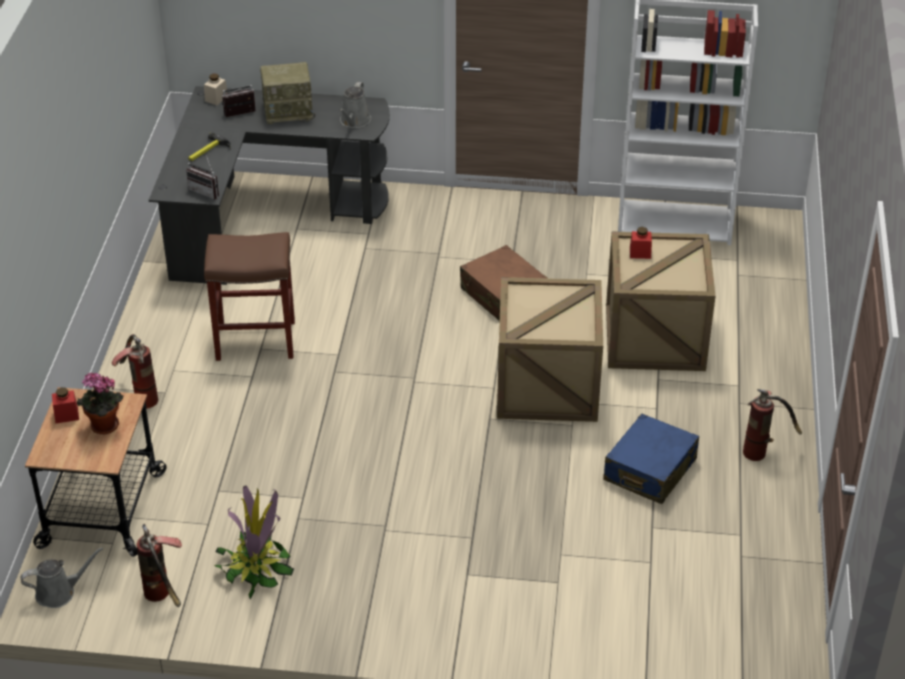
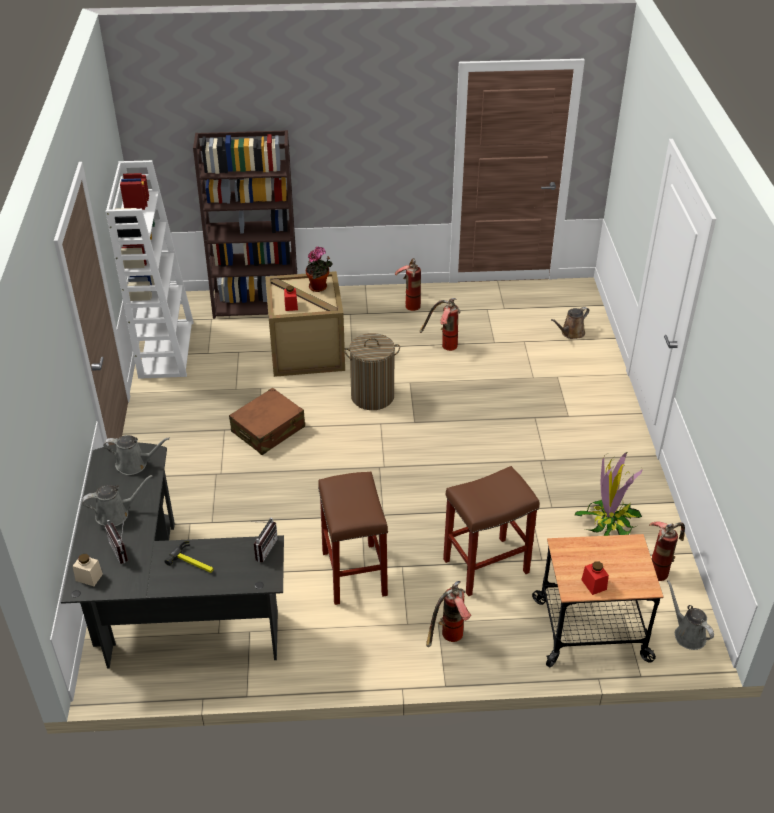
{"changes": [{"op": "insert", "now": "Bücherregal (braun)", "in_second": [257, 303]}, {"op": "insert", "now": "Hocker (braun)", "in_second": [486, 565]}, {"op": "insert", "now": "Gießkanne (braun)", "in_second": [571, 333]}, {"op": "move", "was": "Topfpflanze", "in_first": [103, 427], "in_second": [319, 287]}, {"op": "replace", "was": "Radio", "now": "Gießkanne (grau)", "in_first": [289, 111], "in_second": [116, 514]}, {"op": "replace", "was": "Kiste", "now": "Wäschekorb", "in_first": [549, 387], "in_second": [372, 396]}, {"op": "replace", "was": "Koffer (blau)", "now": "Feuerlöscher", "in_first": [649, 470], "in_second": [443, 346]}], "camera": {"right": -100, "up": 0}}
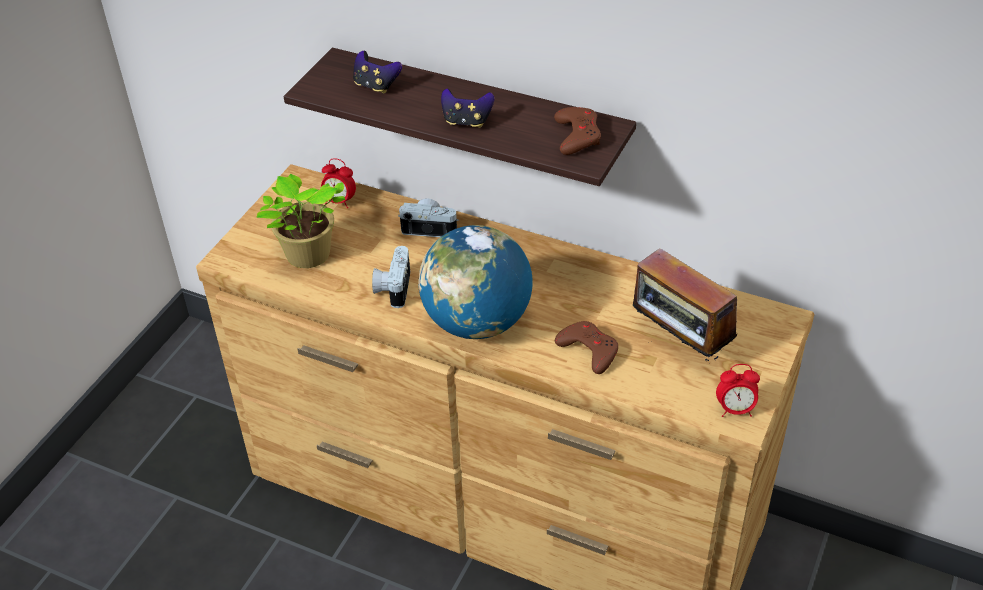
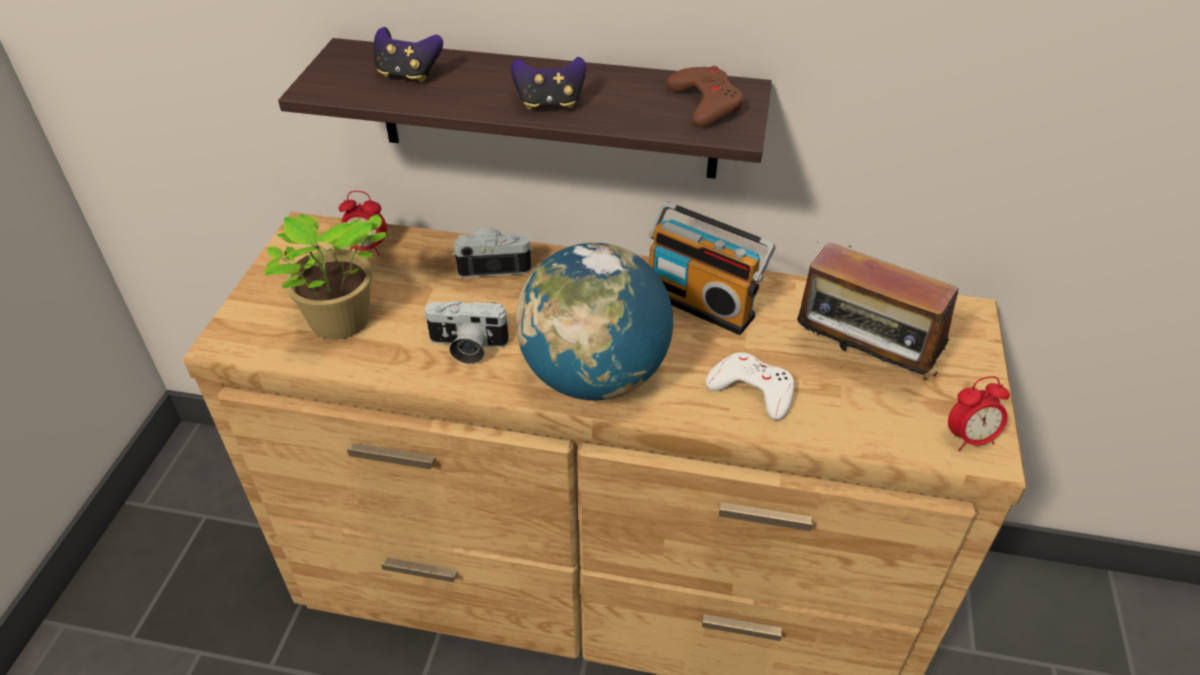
{"changes": [{"op": "insert", "now": "Radio", "in_second": [702, 302]}, {"op": "recolor", "was": "Gamepad (braun)", "now": "Gamepad (weiß)", "in_first": [589, 350], "in_second": [752, 390]}, {"op": "rotate", "was": "Kamera", "in_first": [392, 287], "in_second": [467, 347], "clockwise": -75}], "camera": {"right": -15, "up": 0}}
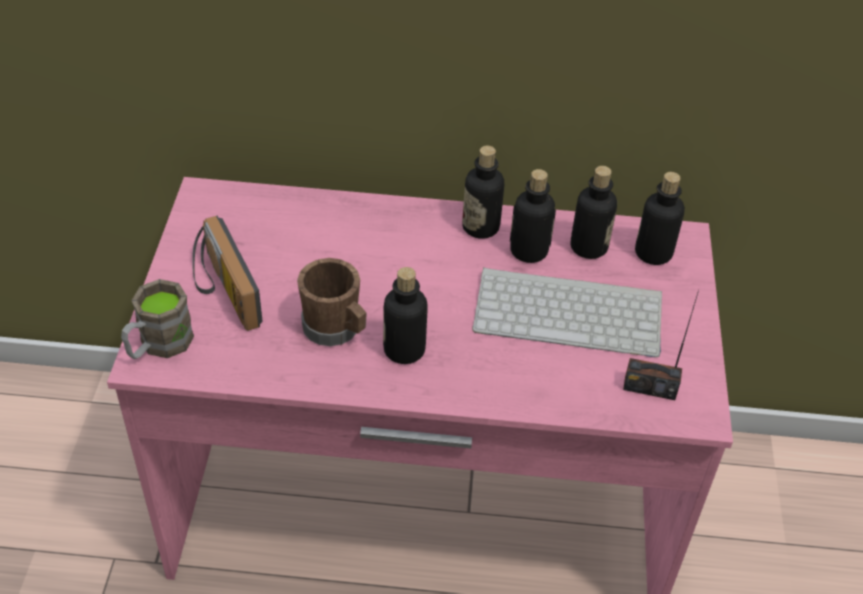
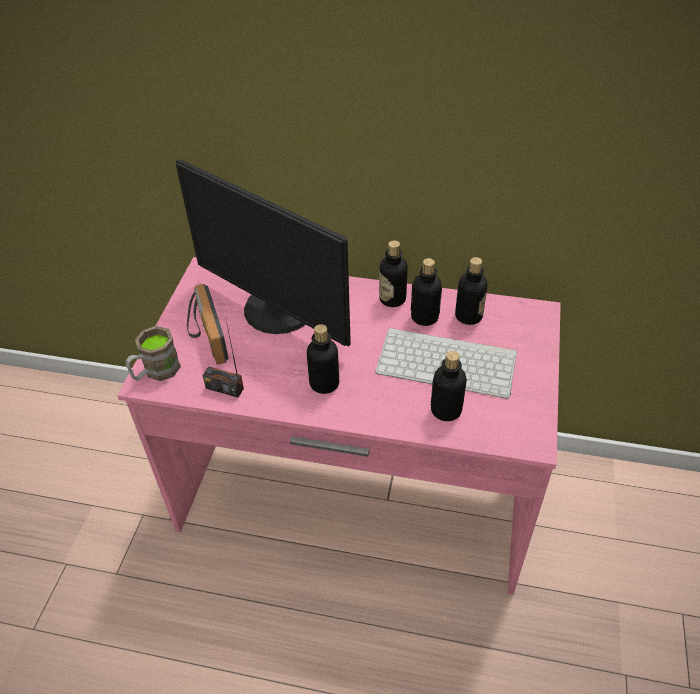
{"changes": [{"op": "delete", "was": "Henkelbecher (braun)", "in_first": [336, 329]}, {"op": "insert", "now": "Monitor", "in_second": [277, 311]}, {"op": "move", "was": "Radio", "in_first": [650, 388], "in_second": [224, 388]}, {"op": "move", "was": "Flasche", "in_first": [653, 253], "in_second": [446, 410]}], "camera": {"right": 10, "up": 0}}
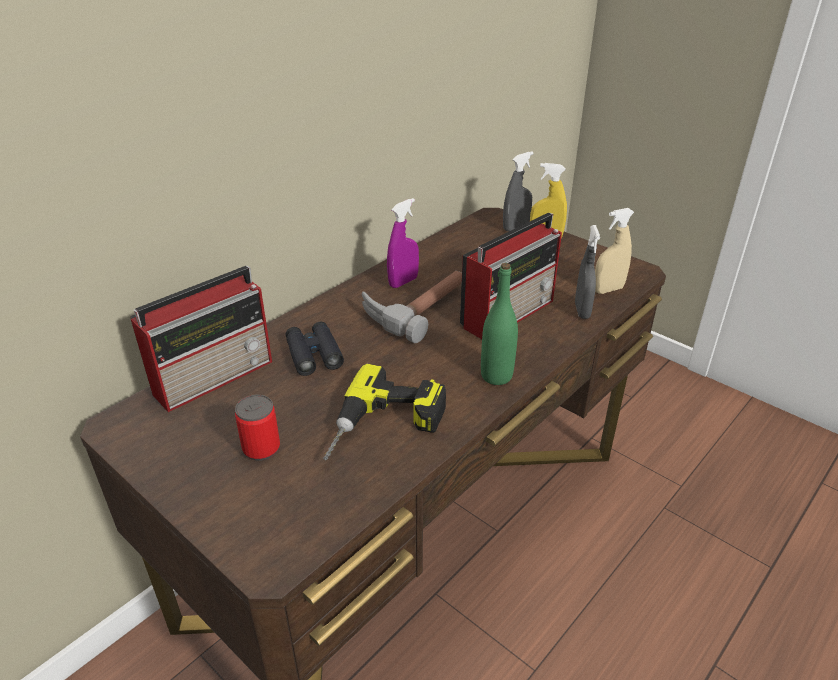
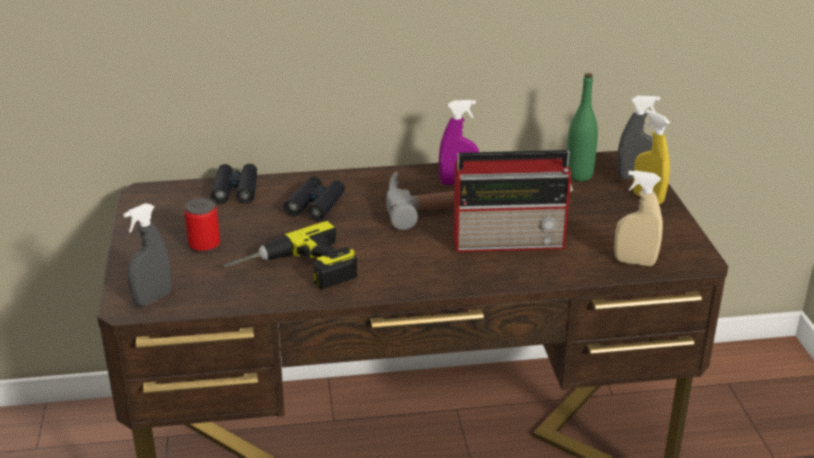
{"changes": [{"op": "move", "was": "Flasche (grün)", "in_first": [496, 376], "in_second": [579, 175]}, {"op": "move", "was": "Sprühflasche (grau)", "in_first": [582, 311], "in_second": [153, 299]}, {"op": "replace", "was": "Radio", "now": "Fernglas (schwarz)", "in_first": [216, 375], "in_second": [235, 190]}], "camera": {"right": 40, "up": -5}}
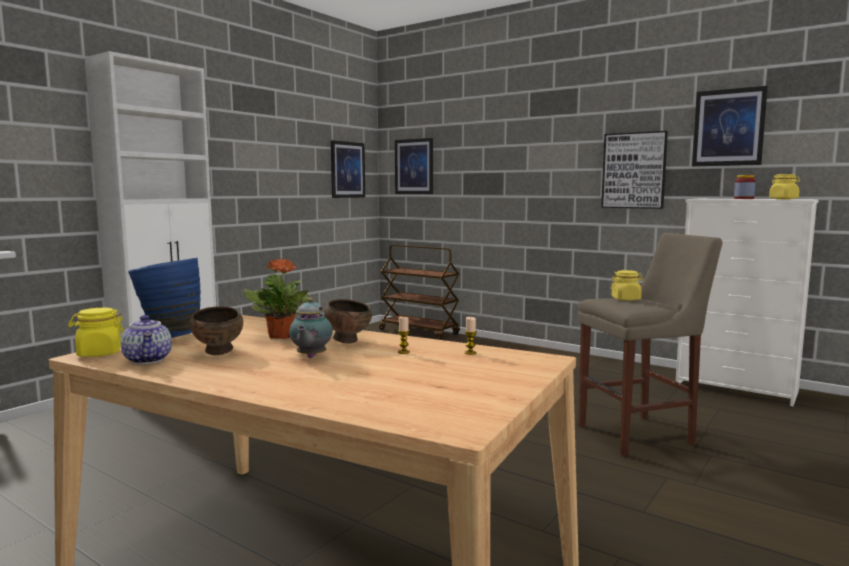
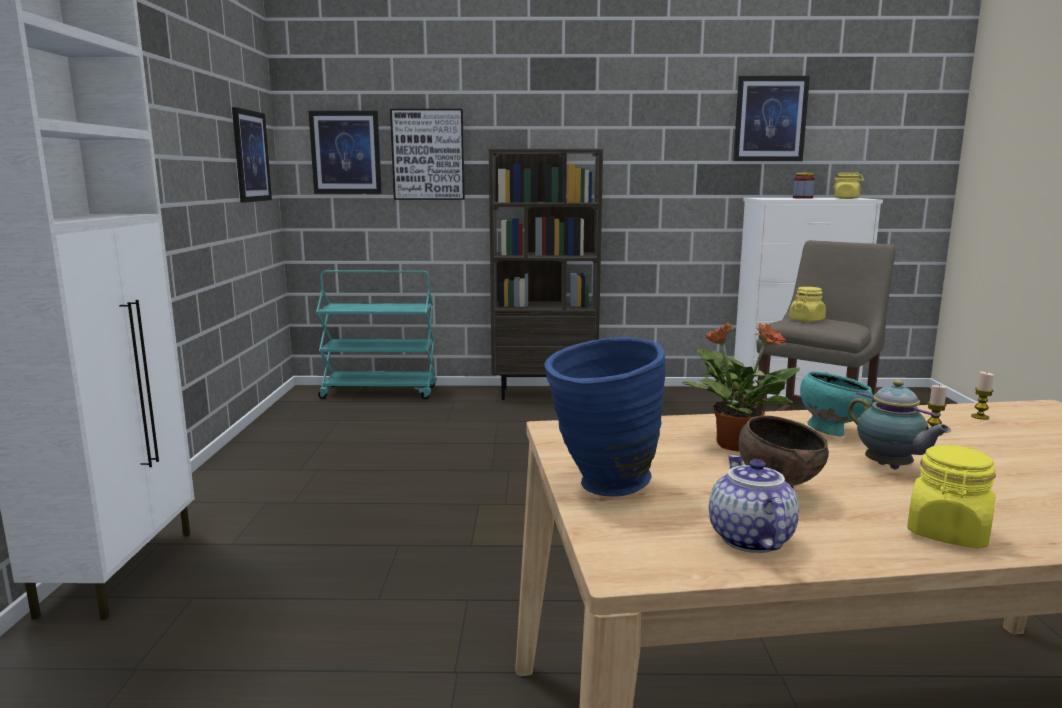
{"changes": [{"op": "insert", "now": "Bücherregal (braun)", "in_second": [545, 393]}, {"op": "move", "was": "Vorratsglas (gelb)", "in_first": [99, 353], "in_second": [947, 533]}, {"op": "move", "was": "Bild", "in_first": [634, 170], "in_second": [428, 155]}, {"op": "recolor", "was": "Schüssel (braun)", "now": "Schüssel (türkis)", "in_first": [348, 341], "in_second": [830, 432]}, {"op": "recolor", "was": "Rollwagen (braun)", "now": "Rollwagen (türkis)", "in_first": [419, 332], "in_second": [380, 392]}, {"op": "rotate", "was": "Teekanne", "in_first": [149, 360], "in_second": [748, 539], "clockwise": -120}], "camera": {"right": -35, "up": 5}}
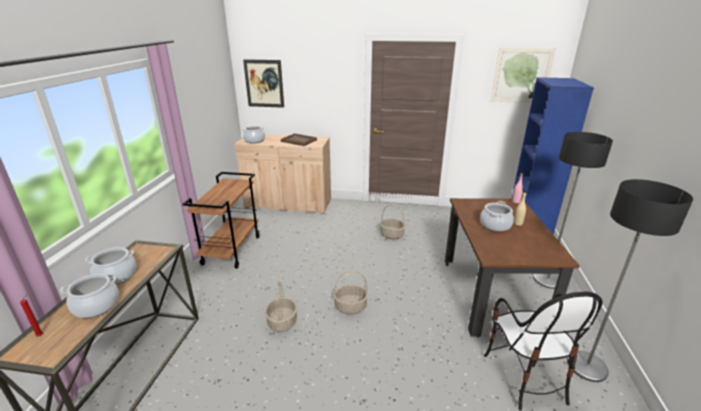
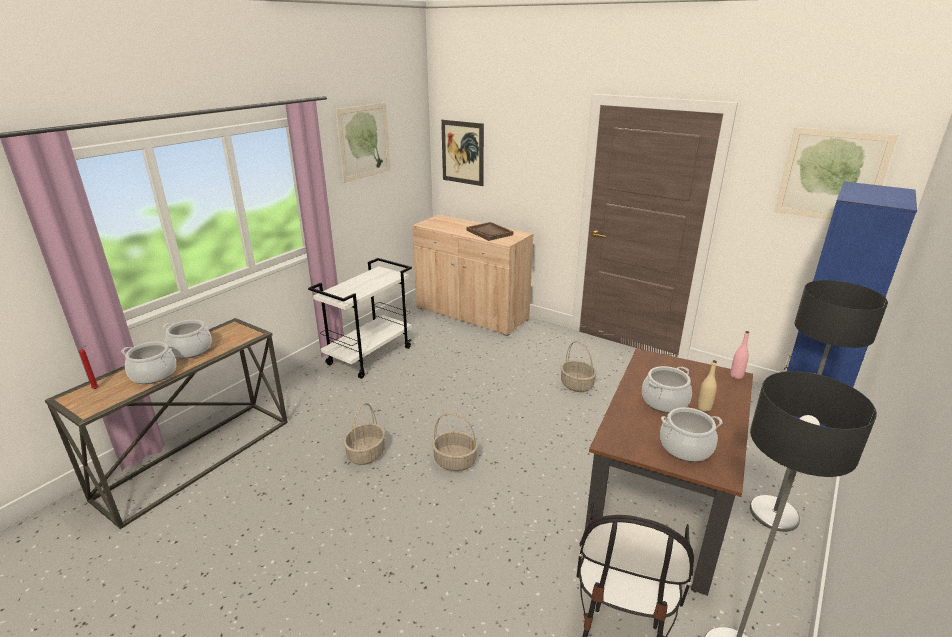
{"changes": [{"op": "insert", "now": "Bild", "in_second": [364, 141]}, {"op": "move", "was": "Kochtopf", "in_first": [254, 141], "in_second": [685, 447]}, {"op": "recolor", "was": "Rollwagen (braun)", "now": "Rollwagen (weiß)", "in_first": [231, 250], "in_second": [370, 355]}], "camera": {"right": 25, "up": 0}}
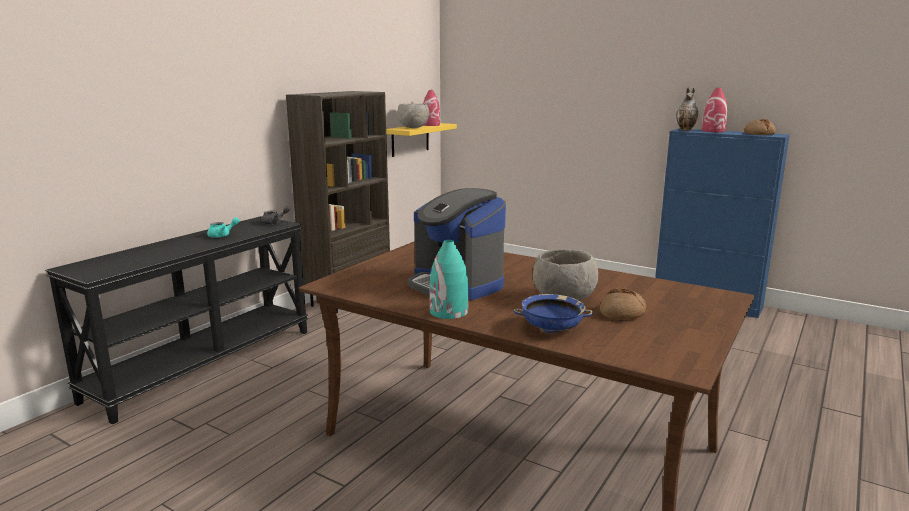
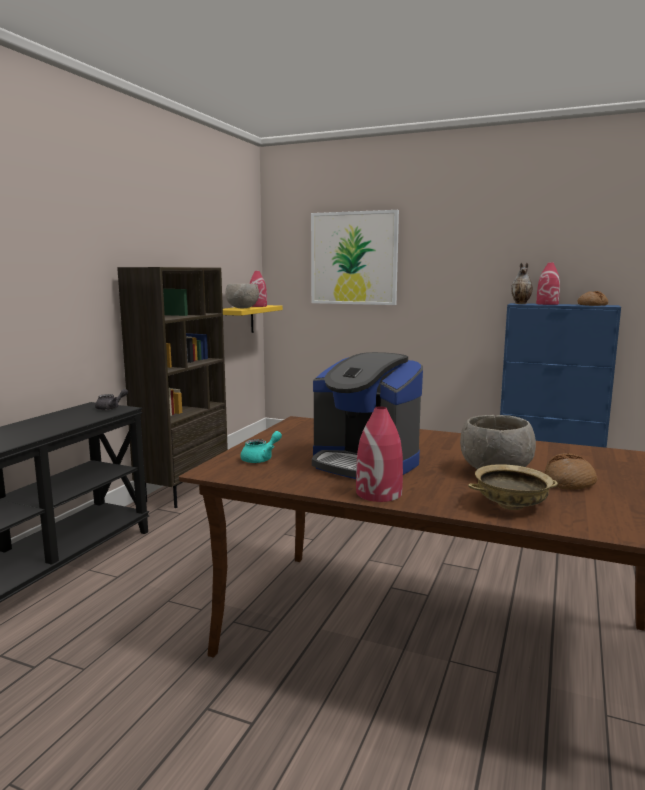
{"changes": [{"op": "insert", "now": "Bild", "in_second": [354, 258]}, {"op": "move", "was": "Teekanne (türkis)", "in_first": [222, 235], "in_second": [261, 459]}, {"op": "recolor", "was": "Vase (türkis)", "now": "Vase (rot)", "in_first": [448, 312], "in_second": [379, 493]}, {"op": "recolor", "was": "Schüssel (blau)", "now": "Schüssel (beige)", "in_first": [552, 329], "in_second": [512, 505]}], "camera": {"right": -10, "up": -5}}
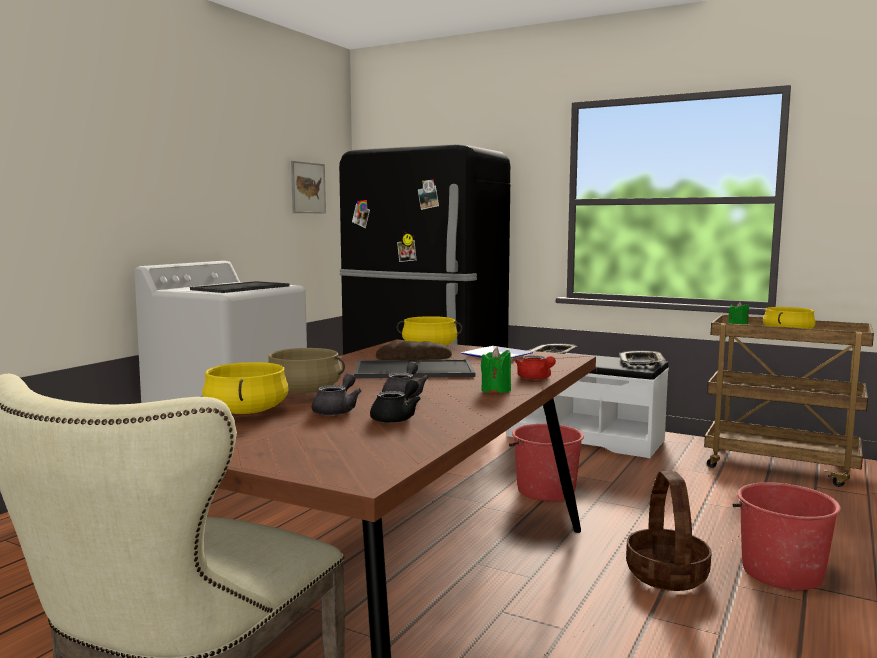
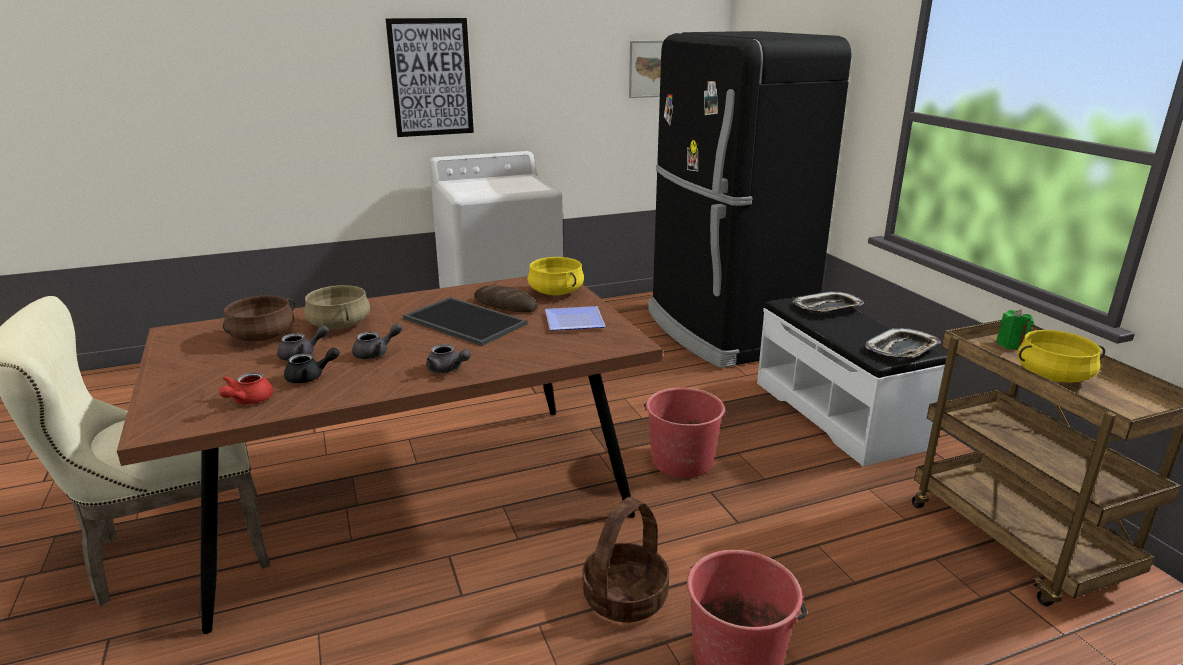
{"changes": [{"op": "delete", "was": "Tablett", "in_first": [240, 288]}, {"op": "insert", "now": "Bild", "in_second": [431, 78]}, {"op": "move", "was": "Teekanne (rot)", "in_first": [536, 378], "in_second": [248, 400]}, {"op": "replace", "was": "Kerze (grün)", "now": "Teekanne (grau)", "in_first": [496, 390], "in_second": [447, 369]}, {"op": "recolor", "was": "Kochtopf (gelb)", "now": "Kochtopf (braun)", "in_first": [247, 411], "in_second": [262, 337]}], "camera": {"right": 40, "up": 15}}
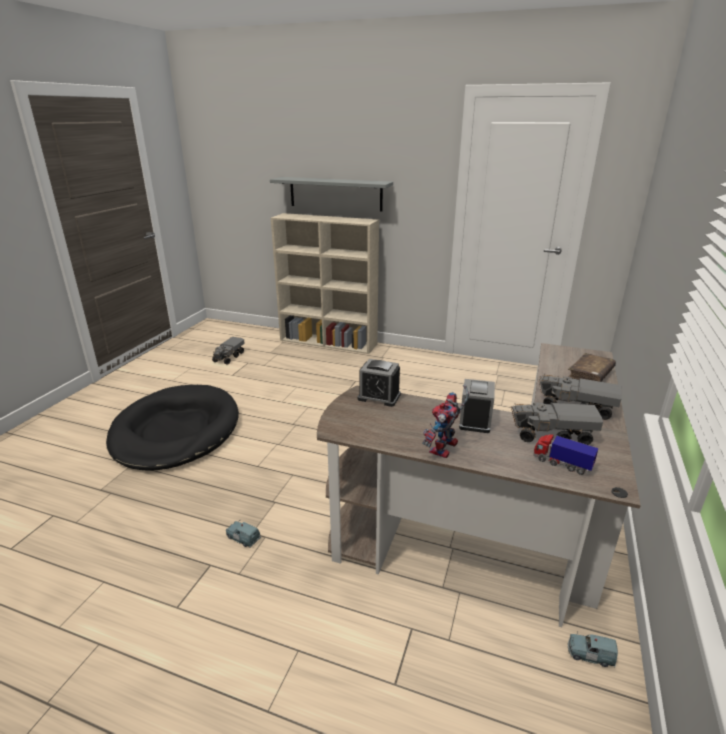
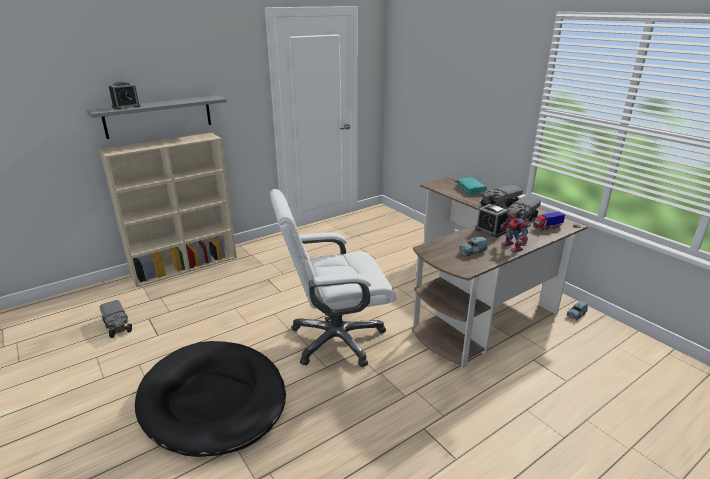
{"changes": [{"op": "insert", "now": "Bürostuhl (weiß)", "in_second": [336, 339]}, {"op": "move", "was": "Spielzeugauto (blau)", "in_first": [243, 538], "in_second": [472, 252]}, {"op": "move", "was": "Wecker", "in_first": [379, 397], "in_second": [126, 107]}, {"op": "recolor", "was": "Buch (braun)", "now": "Buch (türkis)", "in_first": [590, 375], "in_second": [470, 190]}], "camera": {"right": -55, "up": 0}}
